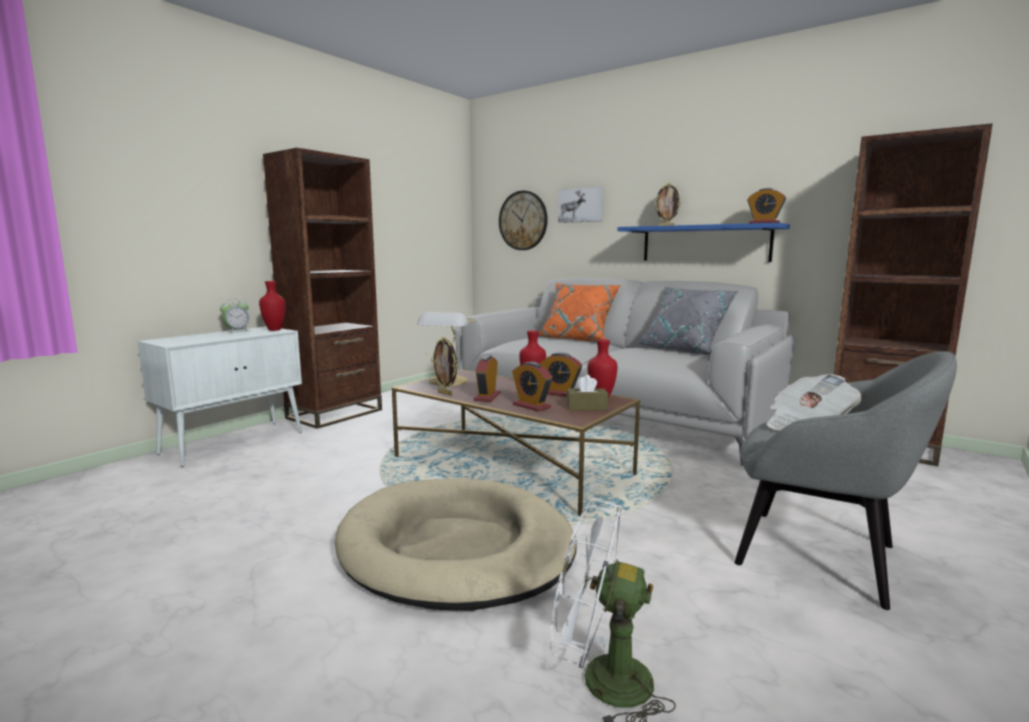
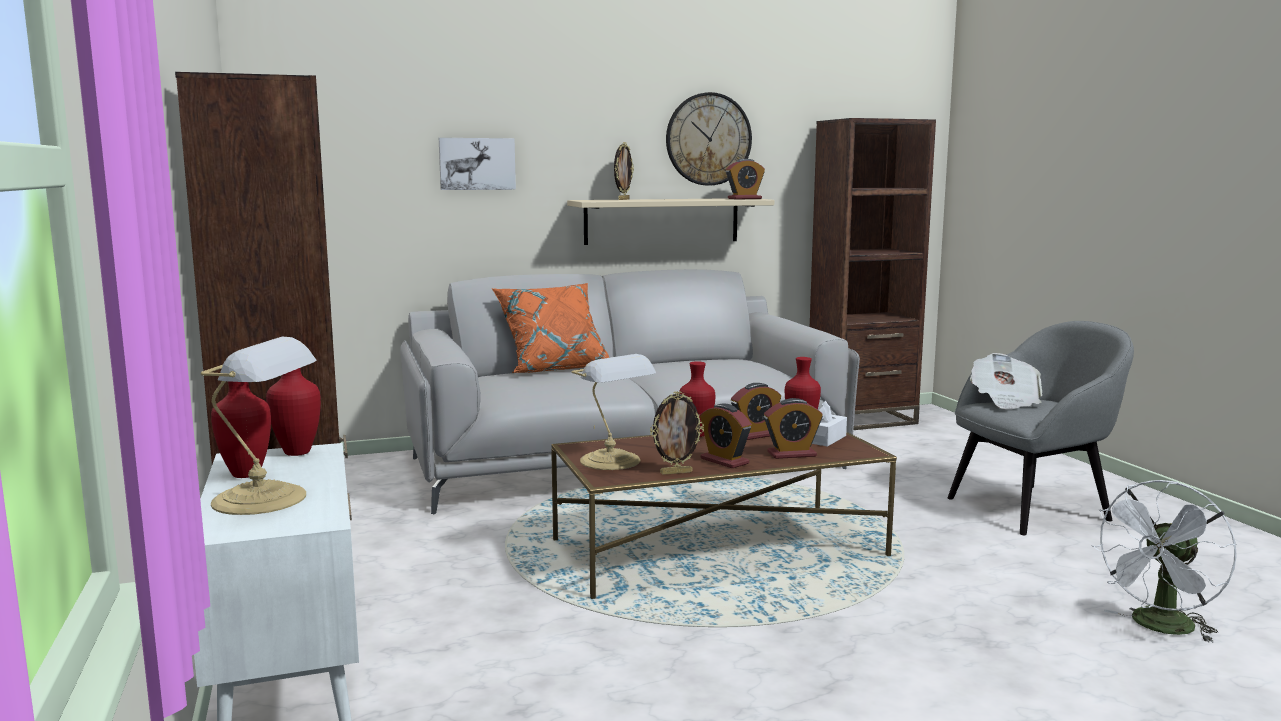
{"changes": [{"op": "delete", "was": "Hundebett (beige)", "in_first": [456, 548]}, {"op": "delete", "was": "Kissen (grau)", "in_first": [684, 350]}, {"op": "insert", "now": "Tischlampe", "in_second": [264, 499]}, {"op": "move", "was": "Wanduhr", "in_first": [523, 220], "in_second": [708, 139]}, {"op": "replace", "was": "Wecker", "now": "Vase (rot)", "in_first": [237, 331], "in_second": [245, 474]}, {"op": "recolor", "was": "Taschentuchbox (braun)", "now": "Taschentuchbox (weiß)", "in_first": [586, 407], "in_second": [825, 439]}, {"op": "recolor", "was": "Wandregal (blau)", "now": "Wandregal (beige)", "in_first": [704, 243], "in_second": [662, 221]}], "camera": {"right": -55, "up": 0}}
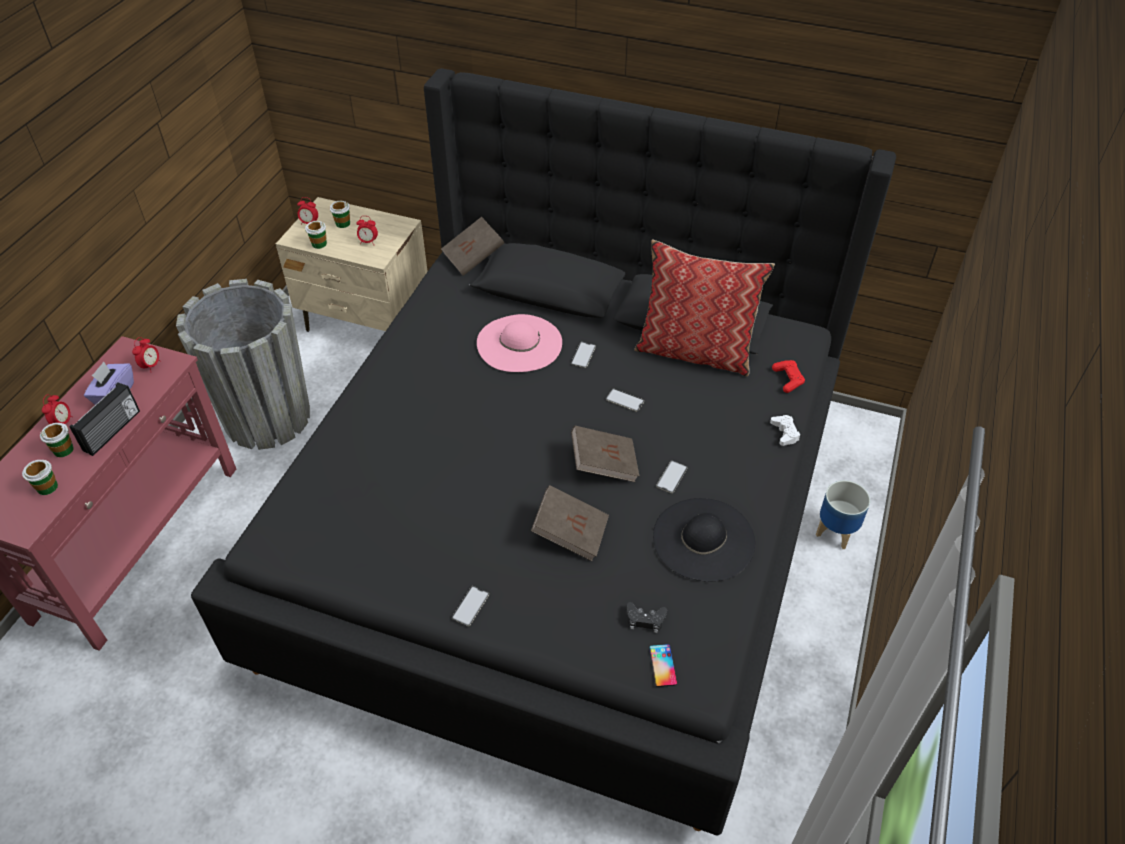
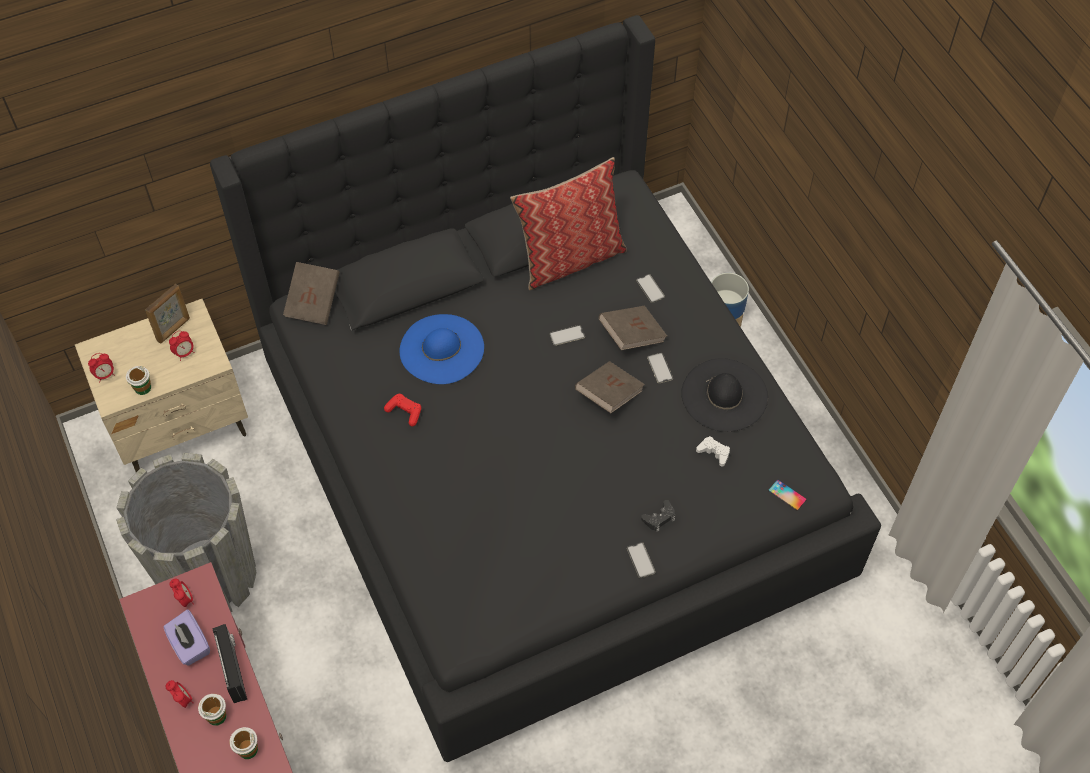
{"changes": [{"op": "delete", "was": "Tasse", "in_first": [342, 223]}, {"op": "insert", "now": "Bilderrahmen", "in_second": [174, 329]}, {"op": "move", "was": "Buch (braun)", "in_first": [570, 533], "in_second": [631, 335]}, {"op": "move", "was": "Handy", "in_first": [583, 355], "in_second": [650, 288]}, {"op": "move", "was": "Gamepad (schwarz)", "in_first": [645, 620], "in_second": [659, 518]}, {"op": "move", "was": "Gamepad (weiß)", "in_first": [785, 433], "in_second": [714, 452]}, {"op": "move", "was": "Gamepad (rot)", "in_first": [788, 379], "in_second": [404, 412]}, {"op": "recolor", "was": "Hut (rosa)", "now": "Hut (blau)", "in_first": [519, 343], "in_second": [441, 349]}], "camera": {"right": -45, "up": 10}}
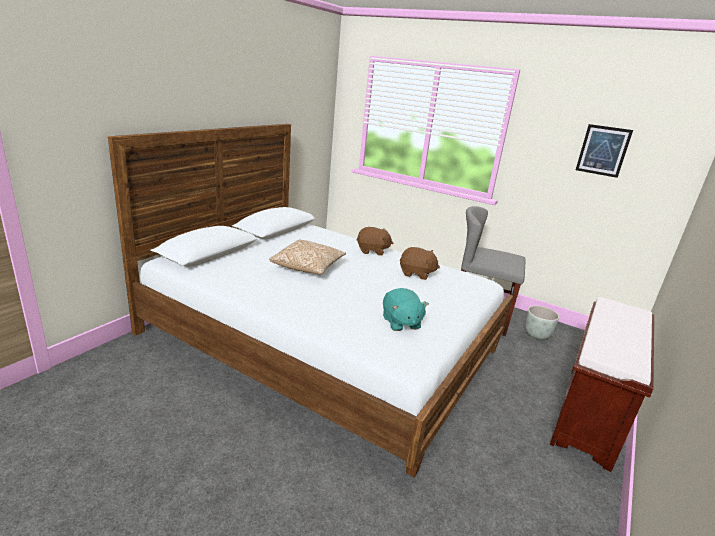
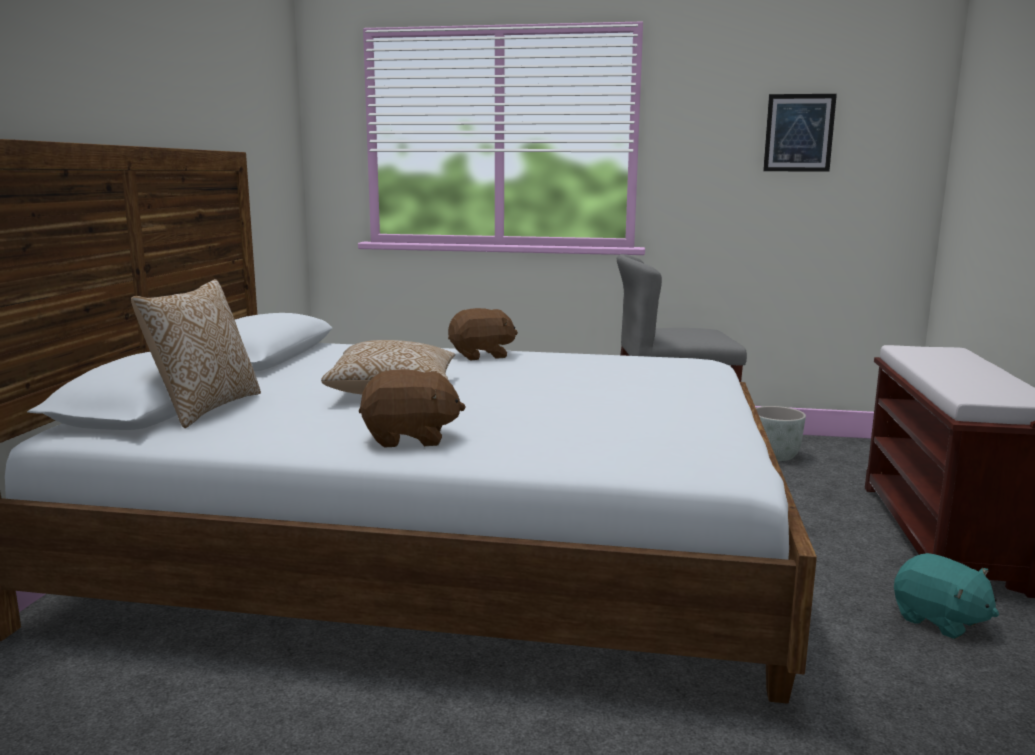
{"changes": [{"op": "insert", "now": "Kissen", "in_second": [204, 408]}, {"op": "move", "was": "Plüschtier (türkis)", "in_first": [400, 323], "in_second": [939, 620]}, {"op": "move", "was": "Plüschtier (braun)", "in_first": [416, 274], "in_second": [410, 438]}], "camera": {"right": -20, "up": -10}}
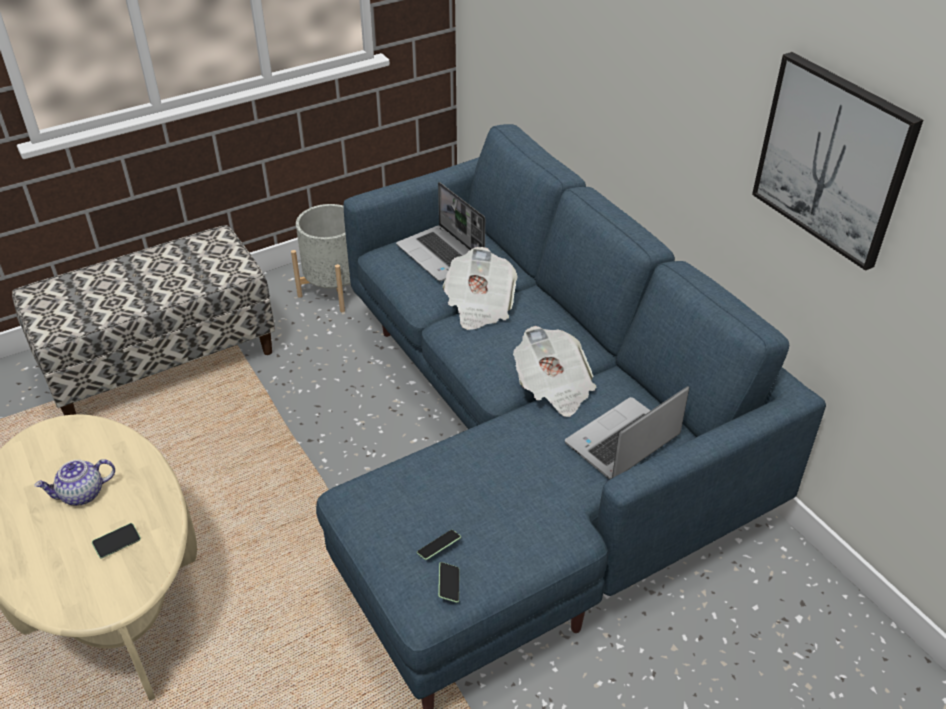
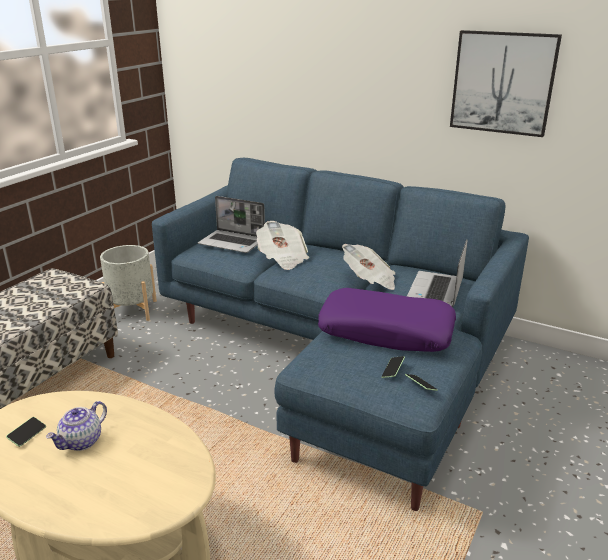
{"changes": [{"op": "insert", "now": "Kissen (lila)", "in_second": [386, 331]}, {"op": "move", "was": "Handy", "in_first": [118, 544], "in_second": [27, 435]}], "camera": {"right": -30, "up": -15}}
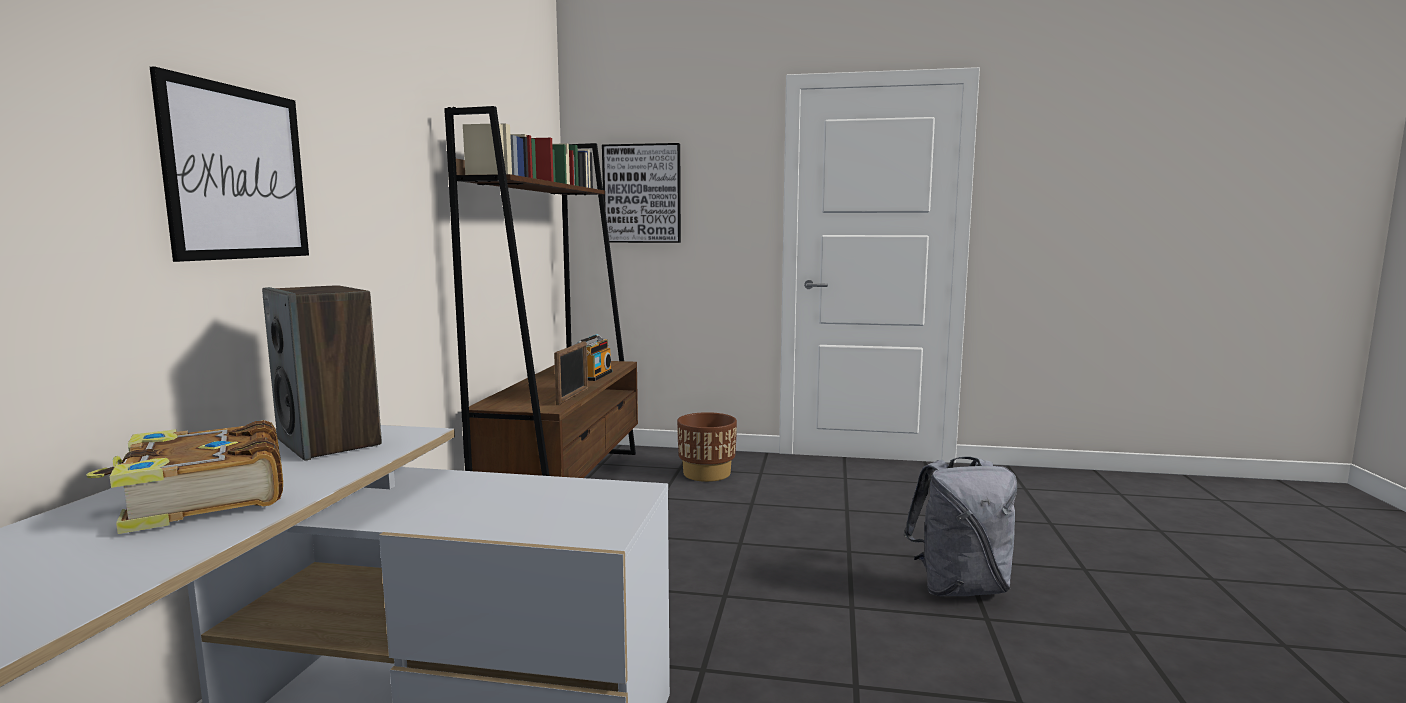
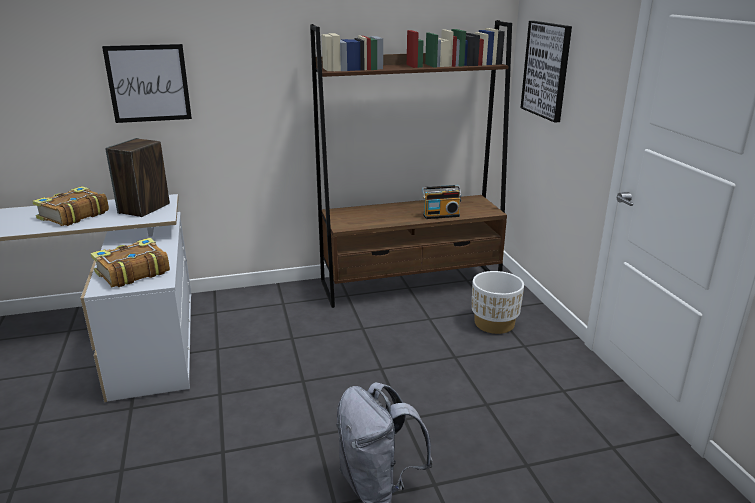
{"changes": [{"op": "delete", "was": "Bilderrahmen", "in_first": [572, 397]}, {"op": "insert", "now": "Buch", "in_second": [132, 272]}, {"op": "recolor", "was": "Pflanzkübel (braun)", "now": "Pflanzkübel (weiß)", "in_first": [707, 474], "in_second": [494, 323]}], "camera": {"right": 65, "up": 15}}
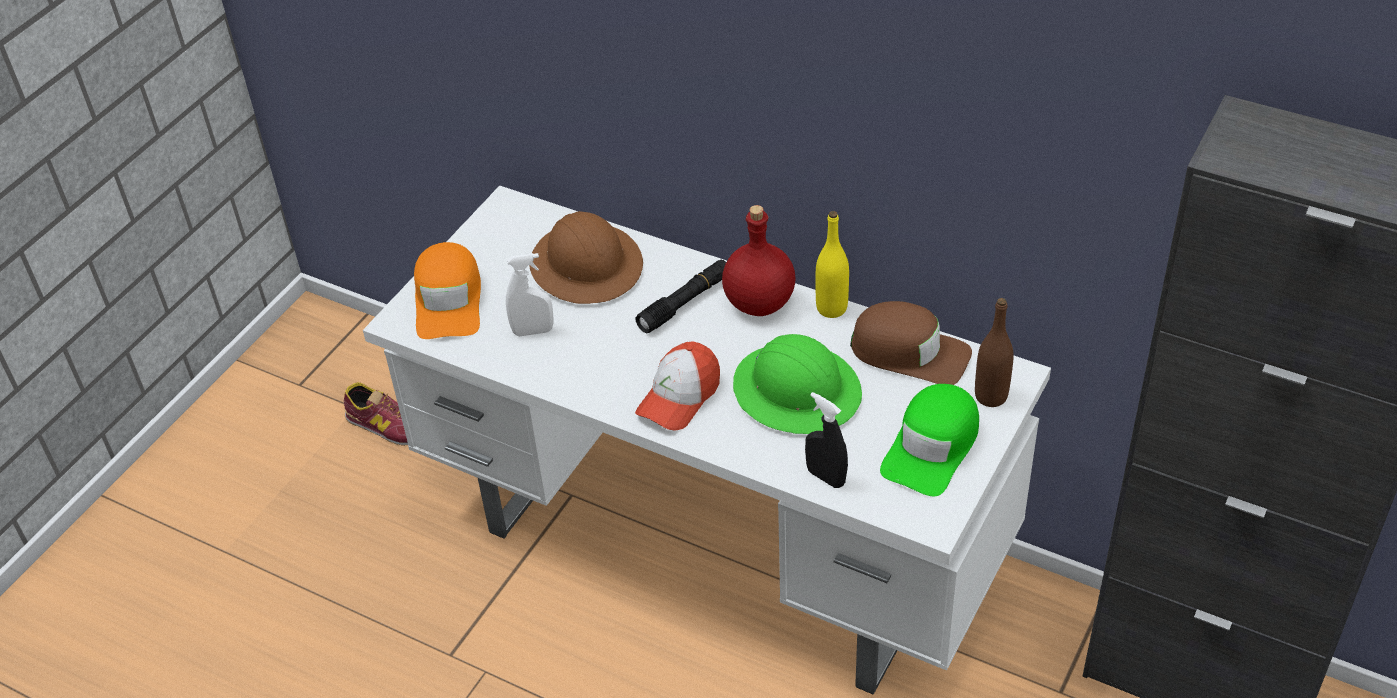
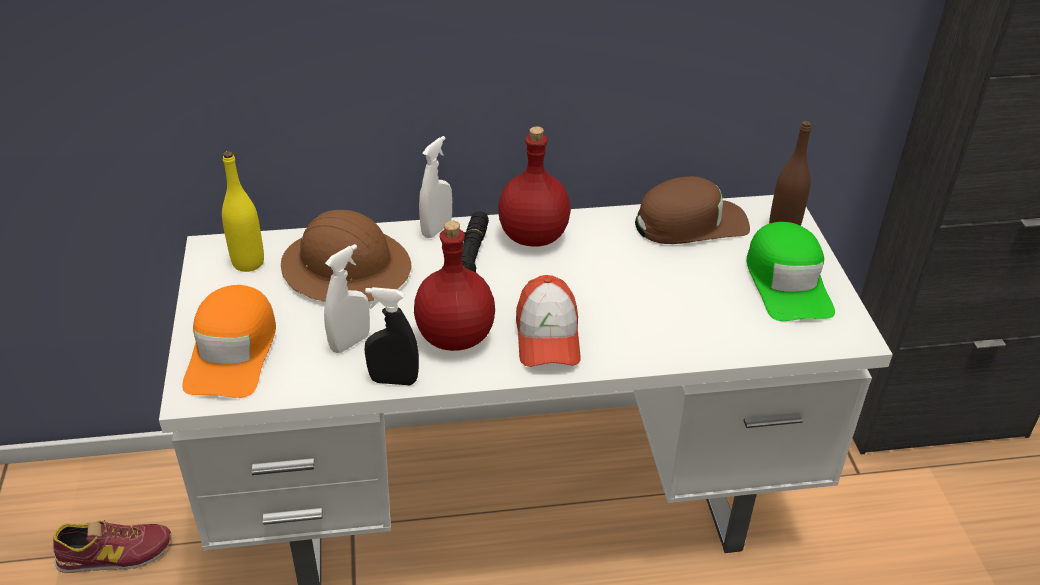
{"changes": [{"op": "delete", "was": "Schutzhelm (grün)", "in_first": [797, 390]}, {"op": "insert", "now": "Flasche (rot)", "in_second": [455, 336]}, {"op": "insert", "now": "Sprühflasche (weiß)", "in_second": [436, 229]}, {"op": "move", "was": "Sprühflasche (schwarz)", "in_first": [825, 477], "in_second": [393, 380]}, {"op": "move", "was": "Flasche (gelb)", "in_first": [831, 308], "in_second": [248, 262]}, {"op": "rotate", "was": "Kappe (orange)", "in_first": [449, 300], "in_second": [233, 352], "clockwise": 45}], "camera": {"right": -40, "up": -5}}
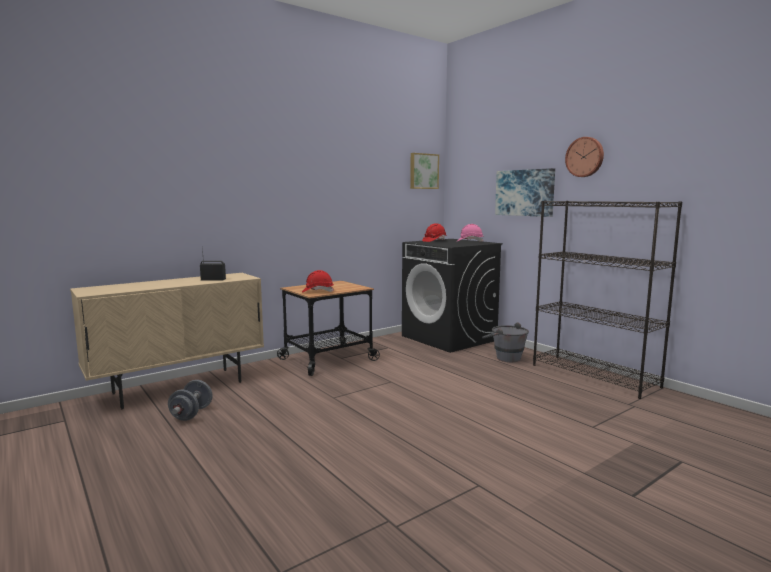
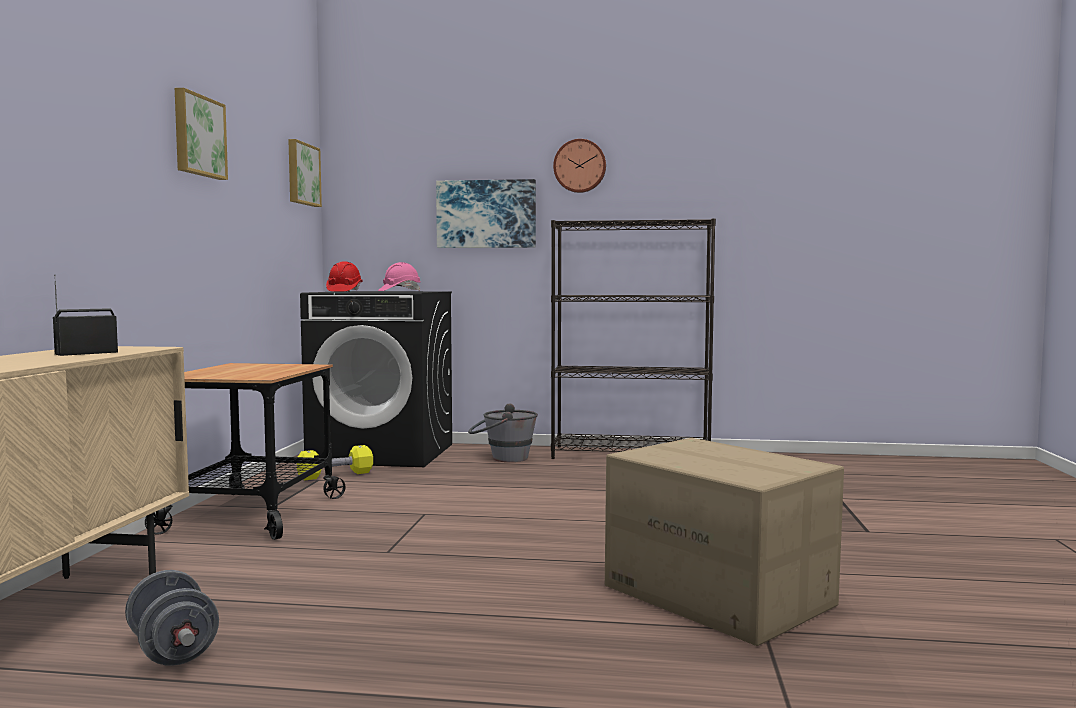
{"changes": [{"op": "delete", "was": "Schutzhelm (rot)", "in_first": [317, 291]}, {"op": "insert", "now": "Bild", "in_second": [198, 136]}, {"op": "insert", "now": "Hantel (gelb)", "in_second": [335, 475]}, {"op": "insert", "now": "Karton", "in_second": [719, 595]}], "camera": {"right": -45, "up": -5}}
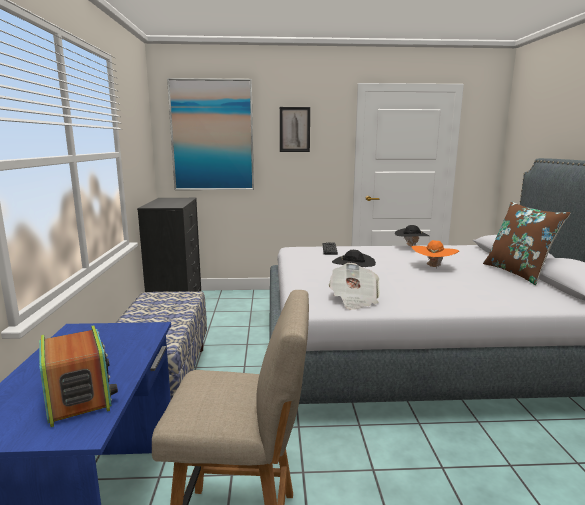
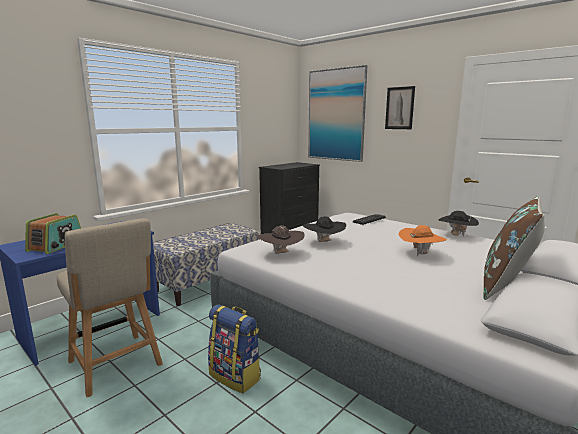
{"changes": [{"op": "insert", "now": "Rucksack", "in_second": [236, 376]}, {"op": "replace", "was": "Zeitung", "now": "Hut (braun)", "in_first": [354, 300], "in_second": [281, 254]}], "camera": {"right": 45, "up": 0}}
